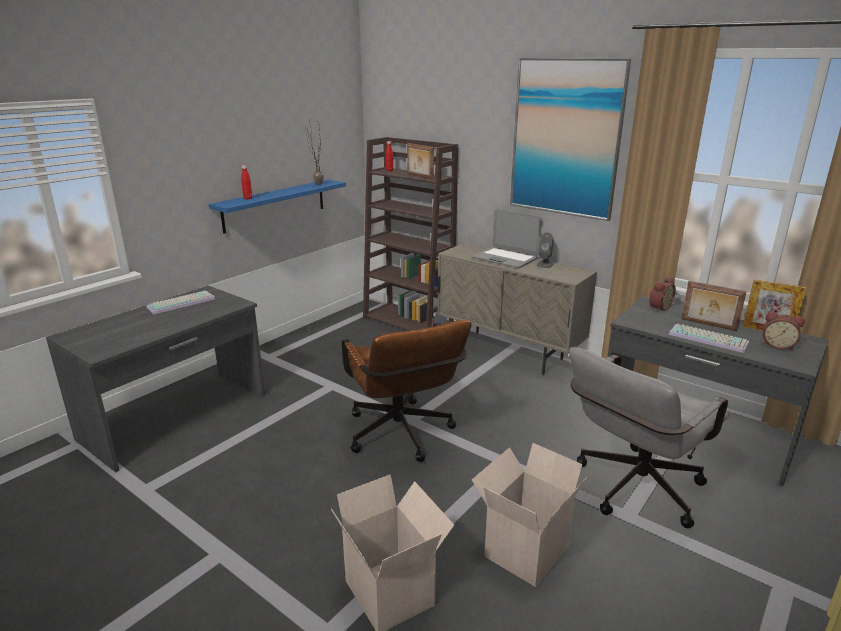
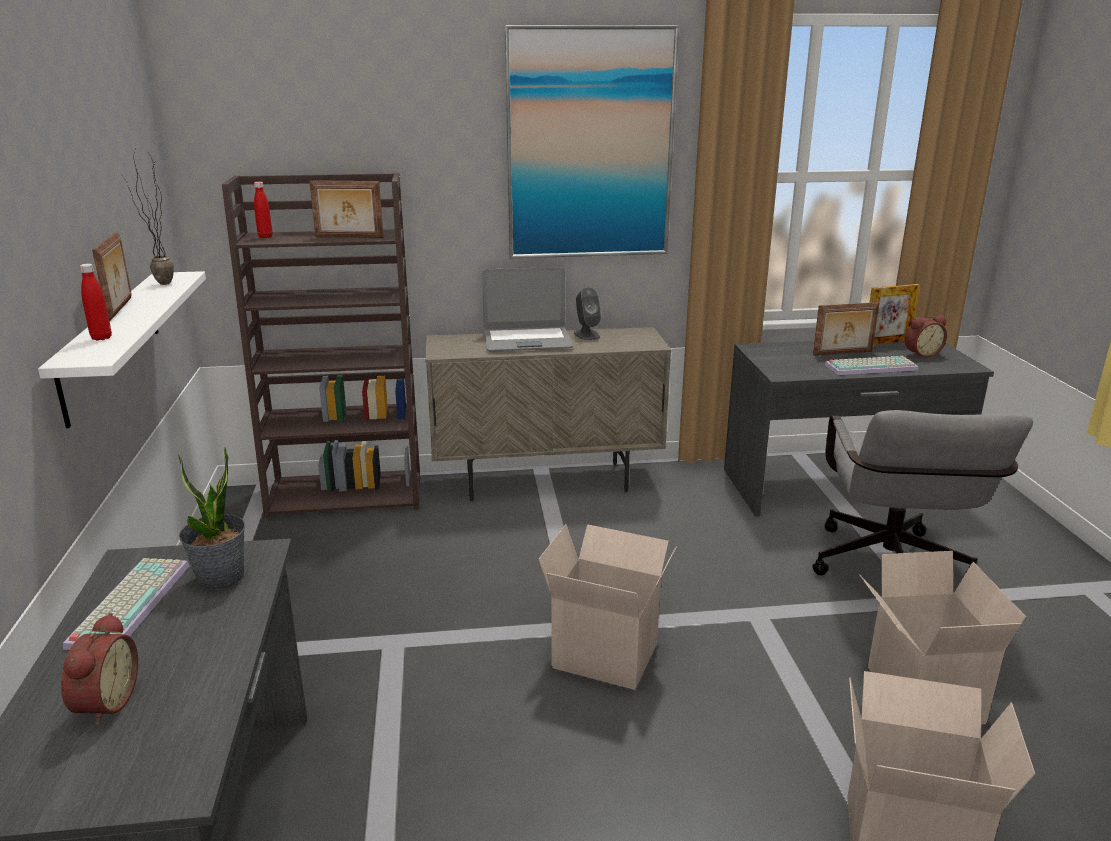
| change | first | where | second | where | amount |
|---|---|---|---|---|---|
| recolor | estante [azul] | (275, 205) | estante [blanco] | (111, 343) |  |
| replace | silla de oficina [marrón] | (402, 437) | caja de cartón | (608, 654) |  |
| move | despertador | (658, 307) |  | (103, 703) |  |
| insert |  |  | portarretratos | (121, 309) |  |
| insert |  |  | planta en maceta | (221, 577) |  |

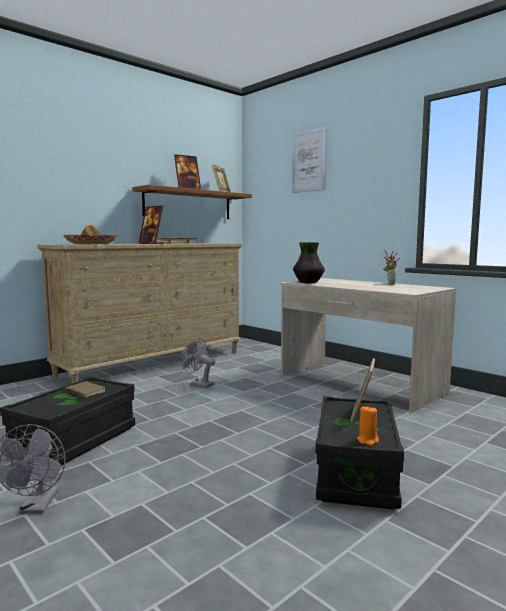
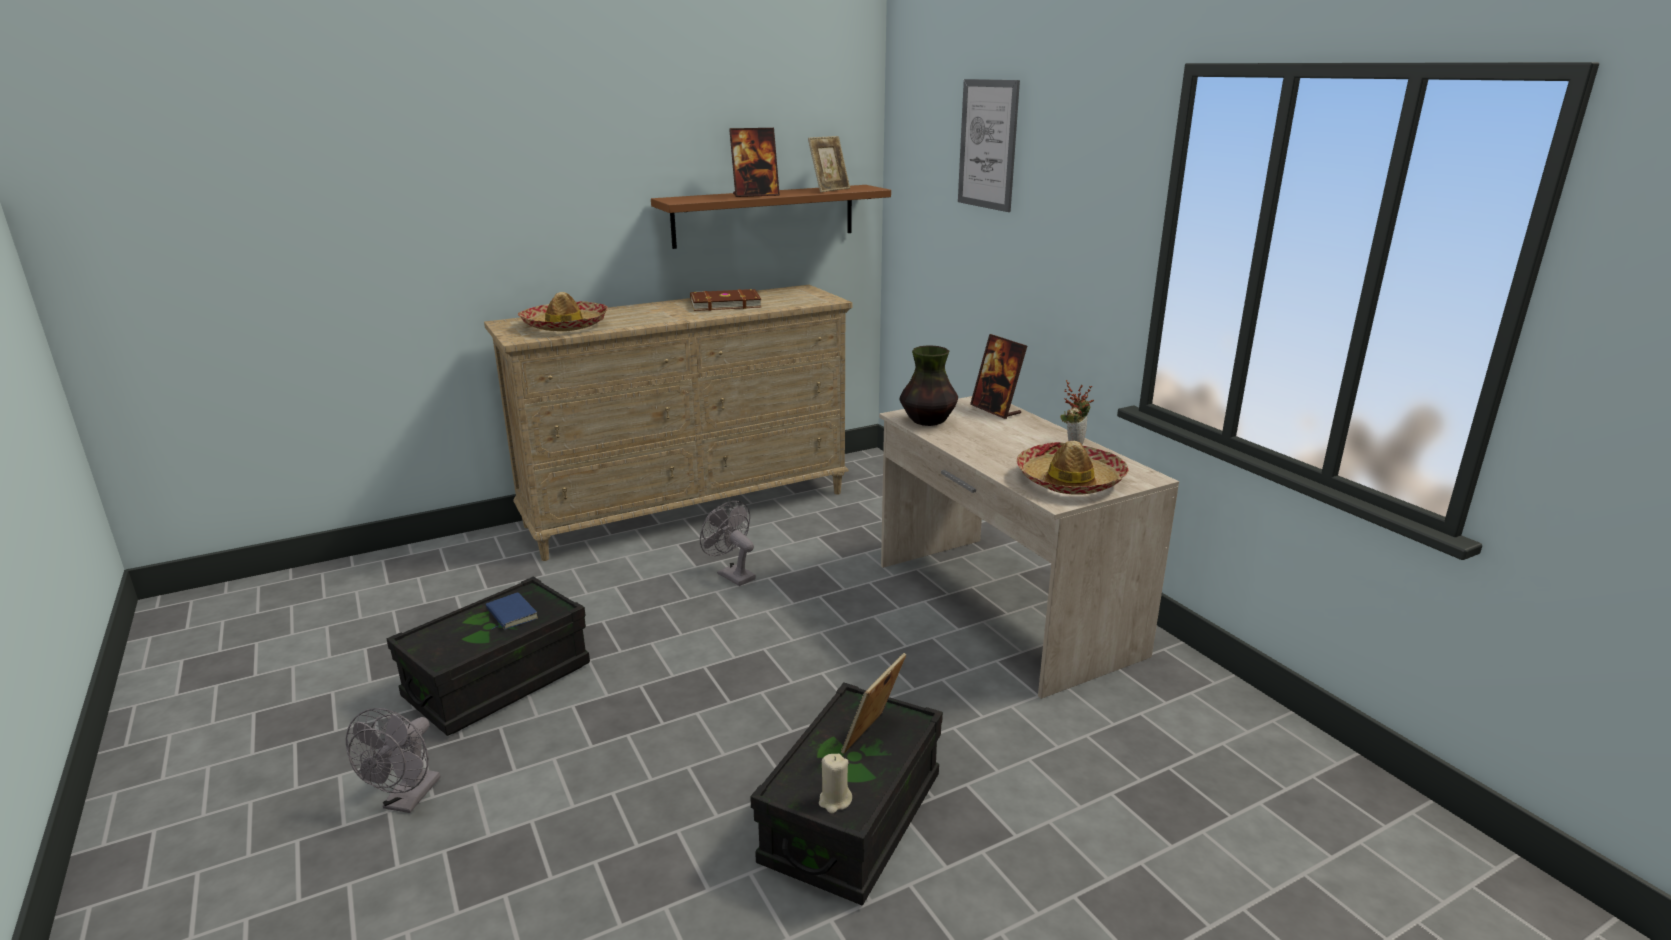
| change | first | where | second | where | amount |
|---|---|---|---|---|---|
| recolor | libro [marrón] | (84, 392) | libro [azul] | (510, 614) |  |
| move | portarretratos | (151, 243) |  | (996, 410) |  |
| recolor | vela [naranja] | (368, 440) | vela [beis] | (834, 801) |  |
| insert |  |  | sombrero | (1070, 481) |  |

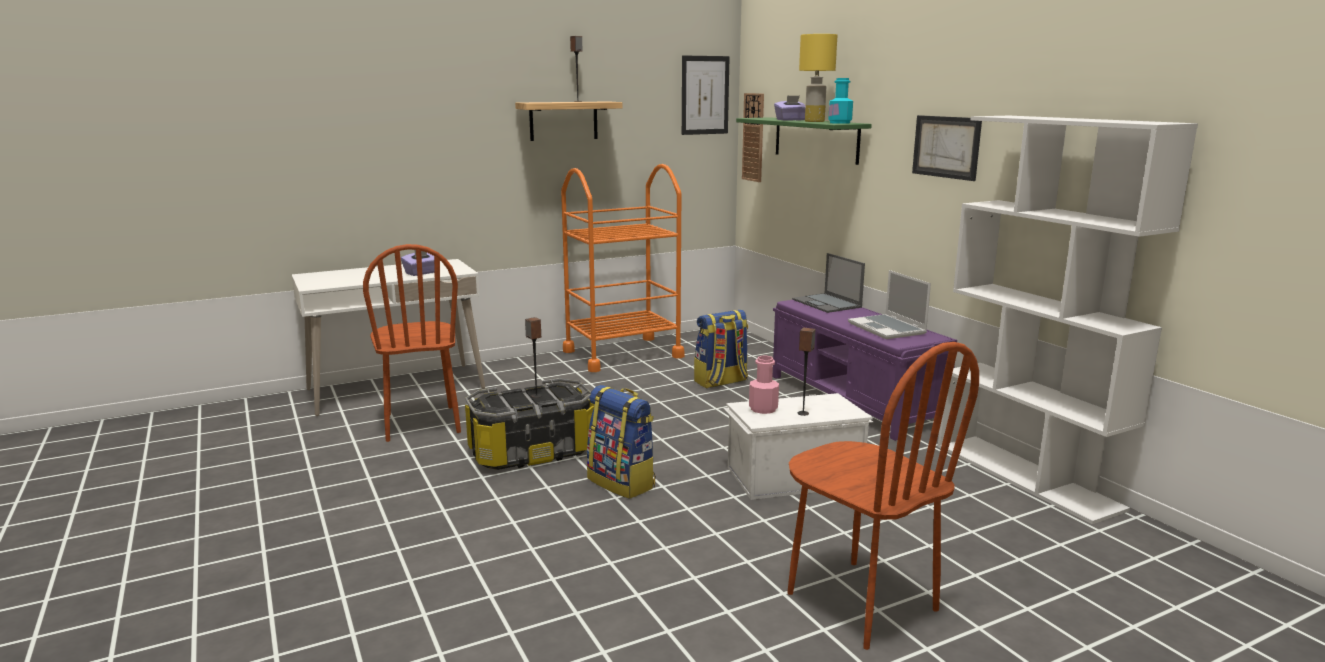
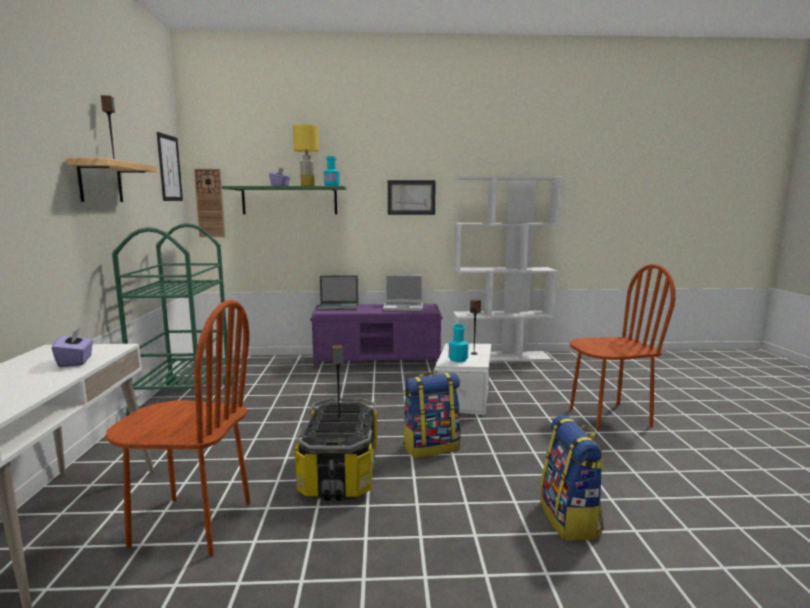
| change | first | where | second | where | amount |
|---|---|---|---|---|---|
| recolor | carrito [naranja] | (622, 354) | carrito [verde] | (185, 399) |  |
| move | mochila | (721, 382) |  | (570, 519) |  |
| recolor | botella [rosa] | (763, 409) | botella [turquesa] | (458, 359) |  |

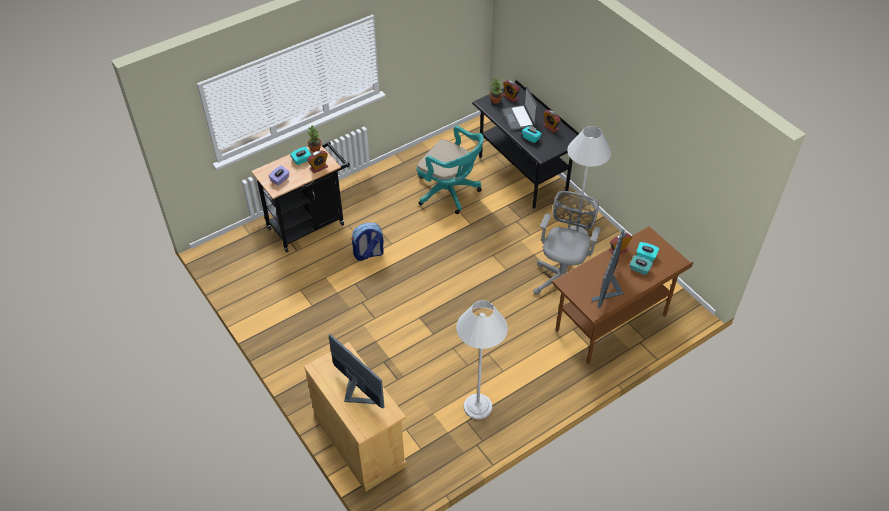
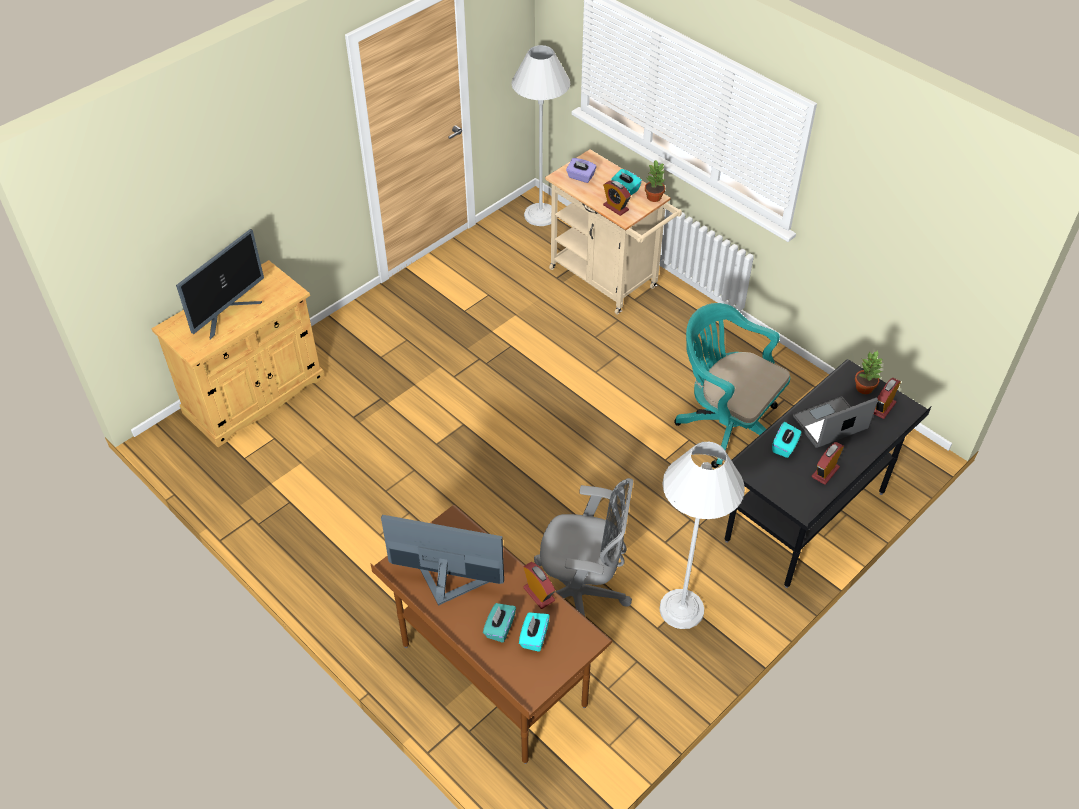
| change | first | where | second | where | amount |
|---|---|---|---|---|---|
| recolor | carrito [negro] | (310, 224) | carrito [beis] | (608, 281) |  |
| delete | mochila | (368, 254) |  |  |  |
| rotate | silla de oficina [turquesa] | (450, 192) |  | (725, 425) | 105 degrees clockwise |
| move | lámpara de pie [blanco] | (477, 406) |  | (540, 215) |  |

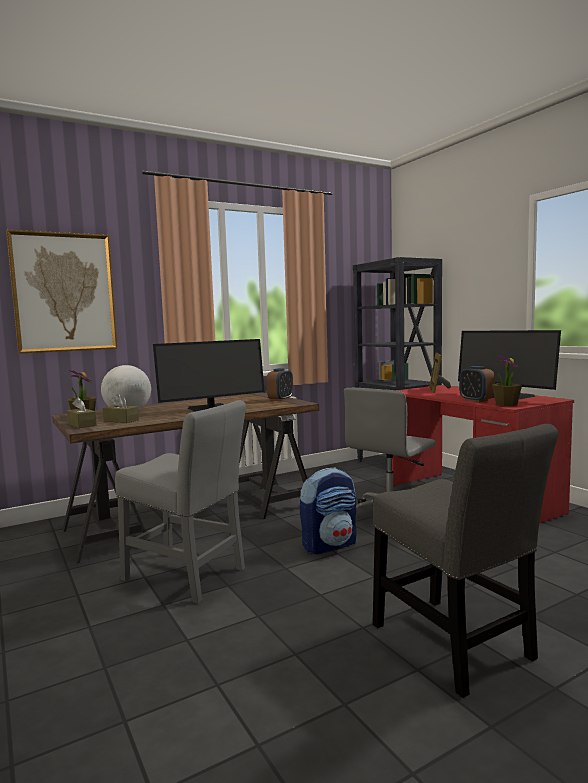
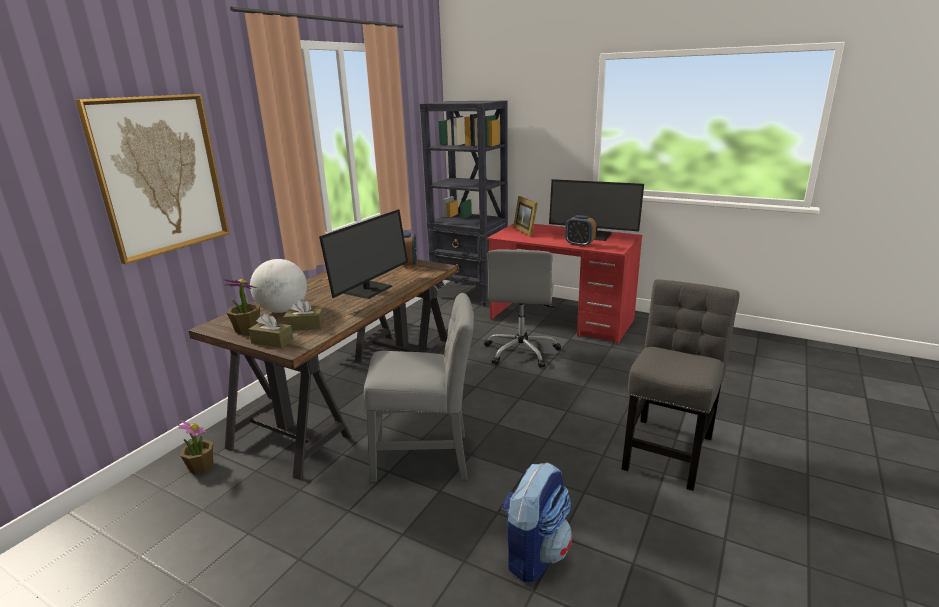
| change | first | where | second | where | amount |
|---|---|---|---|---|---|
| move | mochila | (330, 545) |  | (535, 553) |  |
| rotate | silla [gris] | (455, 646) |  | (668, 448) | 90 degrees counterclockwise |
| move | planta en maceta | (506, 404) |  | (201, 466) |  |

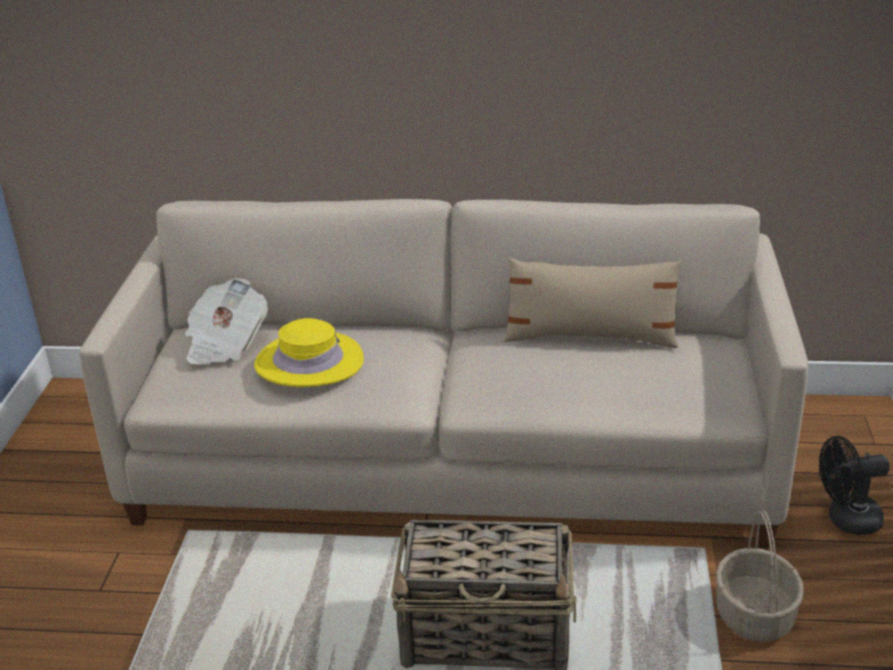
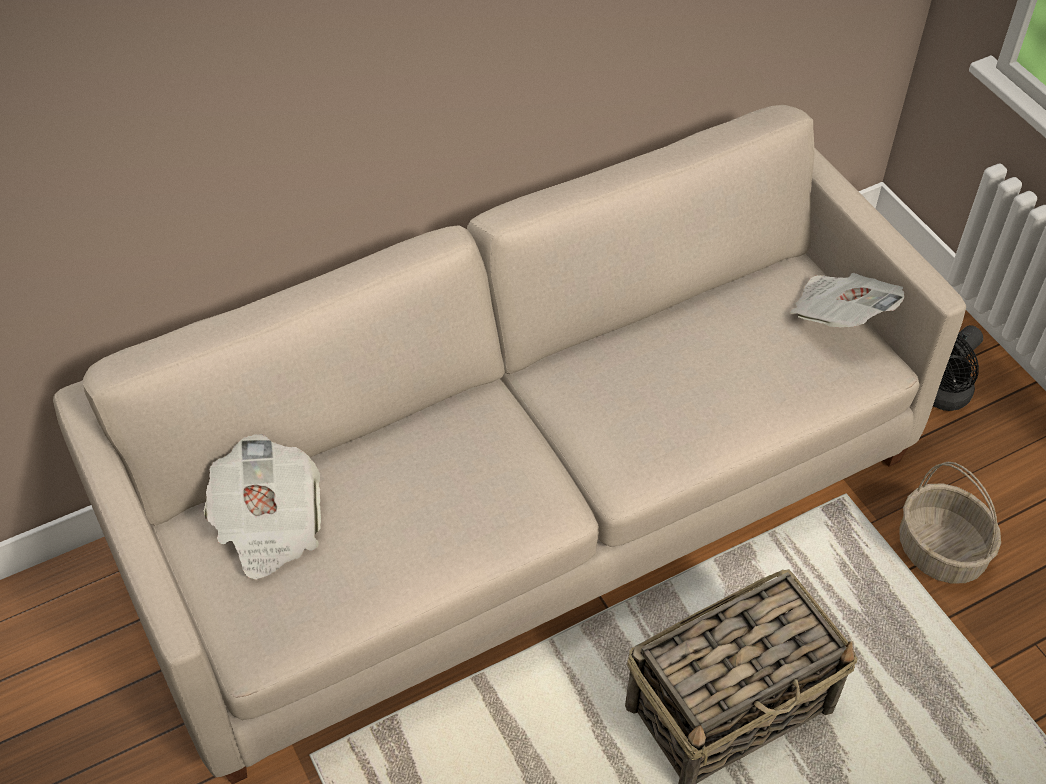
| change | first | where | second | where | amount |
|---|---|---|---|---|---|
| delete | sombrero [amarillo] | (309, 362) |  |  |  |
| delete | cojín [beis] | (590, 337) |  |  |  |
| insert |  |  | periódico | (841, 315) |  |

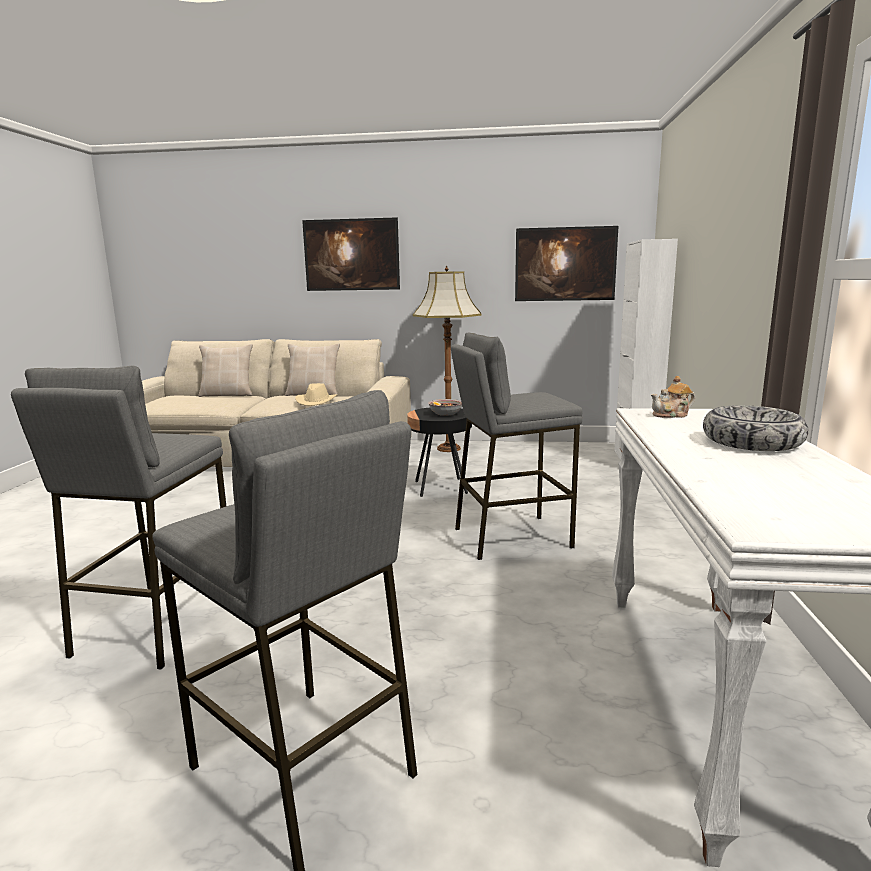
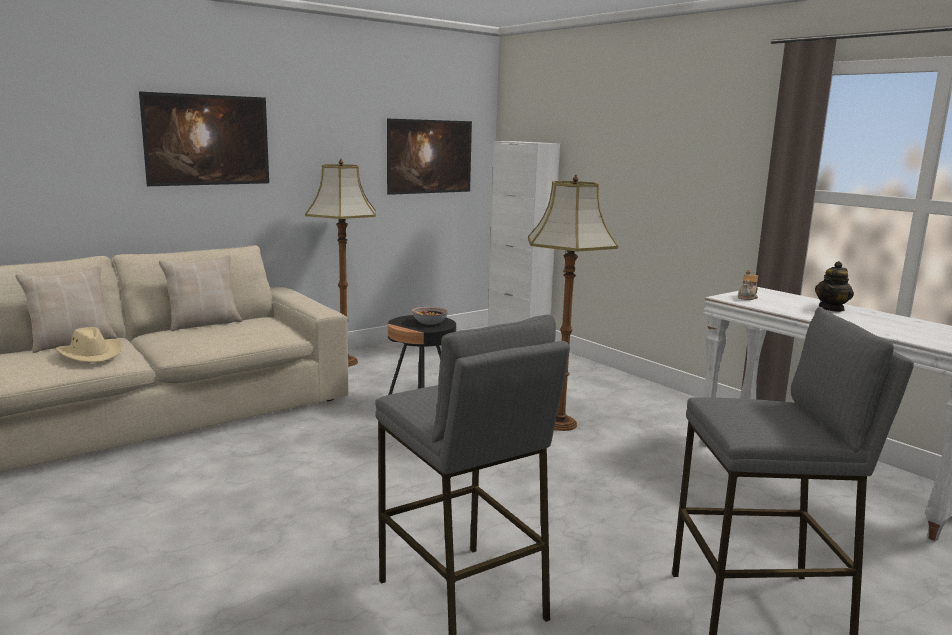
| change | first | where | second | where | amount |
|---|---|---|---|---|---|
| move | sombrero [beis] | (316, 402) |  | (91, 354) |  |
| replace | taburete [gris] | (511, 537) | lámpara de pie | (560, 424) |  |
| replace | cuenco | (752, 442) | tetera | (832, 308) |  |

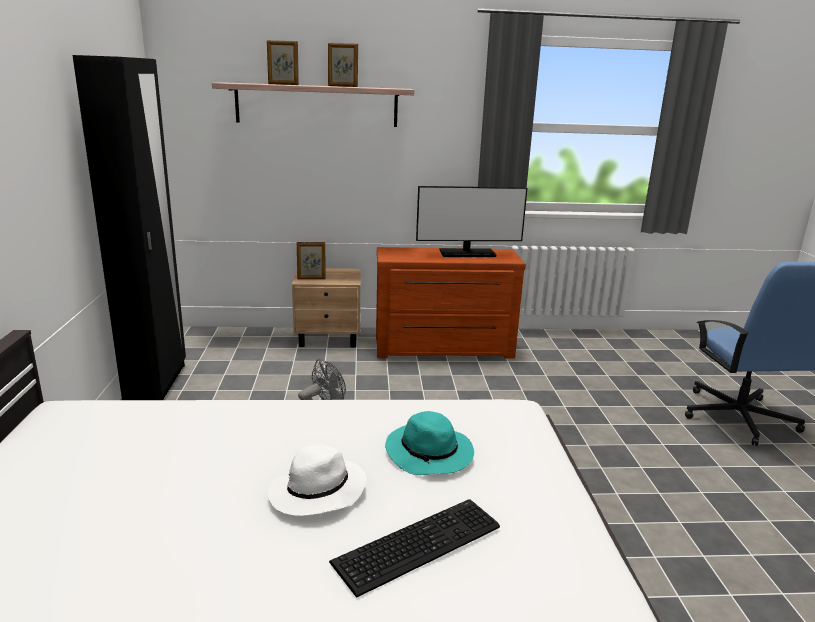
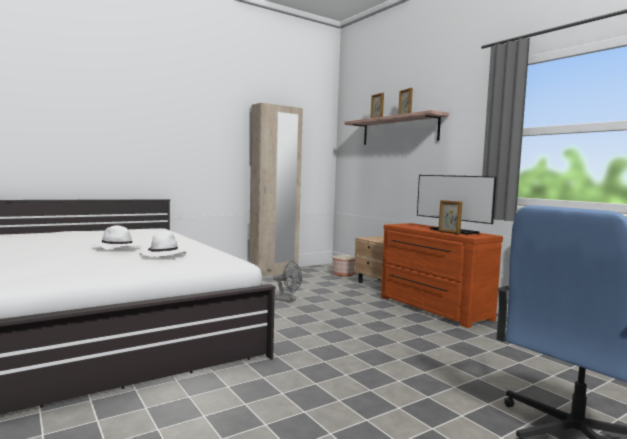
| change | first | where | second | where | amount |
|---|---|---|---|---|---|
| recolor | armario ropero [negro] | (157, 384) | armario ropero [beis] | (273, 272) |  |
| move | portarretratos | (311, 279) |  | (448, 233) |  |
| delete | teclado | (414, 543) |  |  |  |
| recolor | sombrero [turquesa] | (430, 454) | sombrero [blanco] | (164, 255) |  |
| insert |  |  | maceta | (343, 274) |  |

